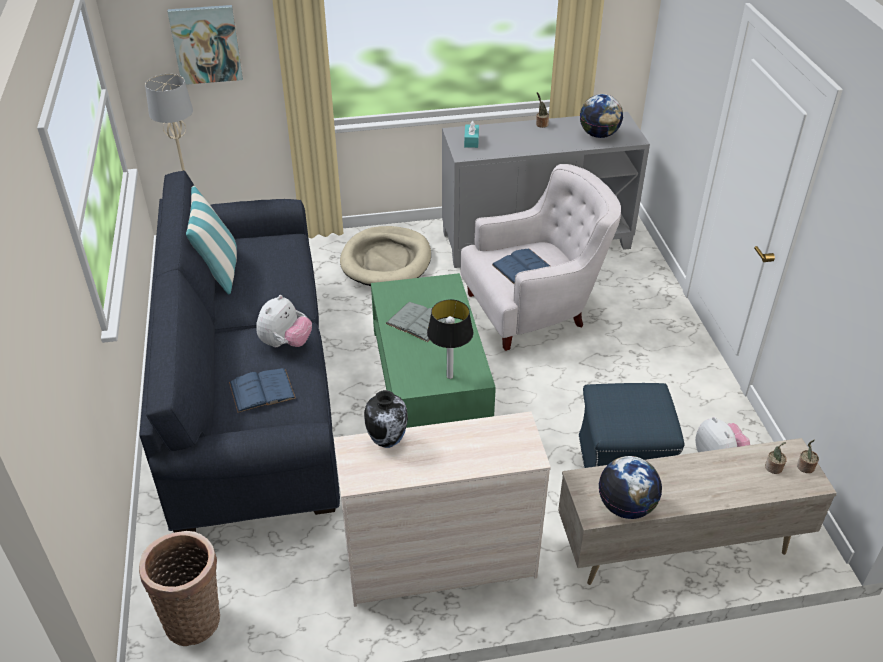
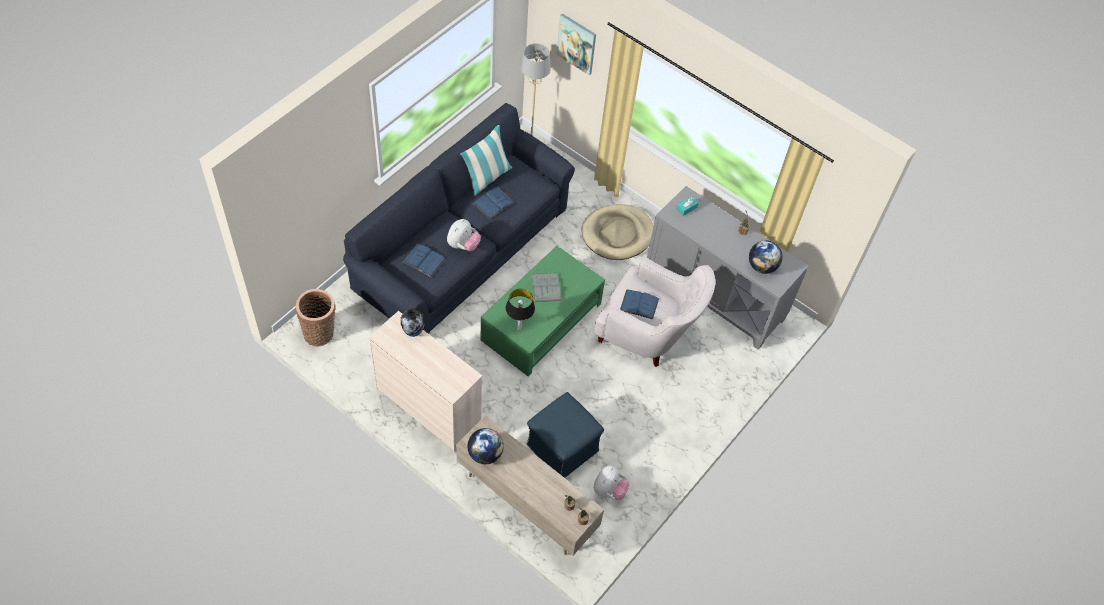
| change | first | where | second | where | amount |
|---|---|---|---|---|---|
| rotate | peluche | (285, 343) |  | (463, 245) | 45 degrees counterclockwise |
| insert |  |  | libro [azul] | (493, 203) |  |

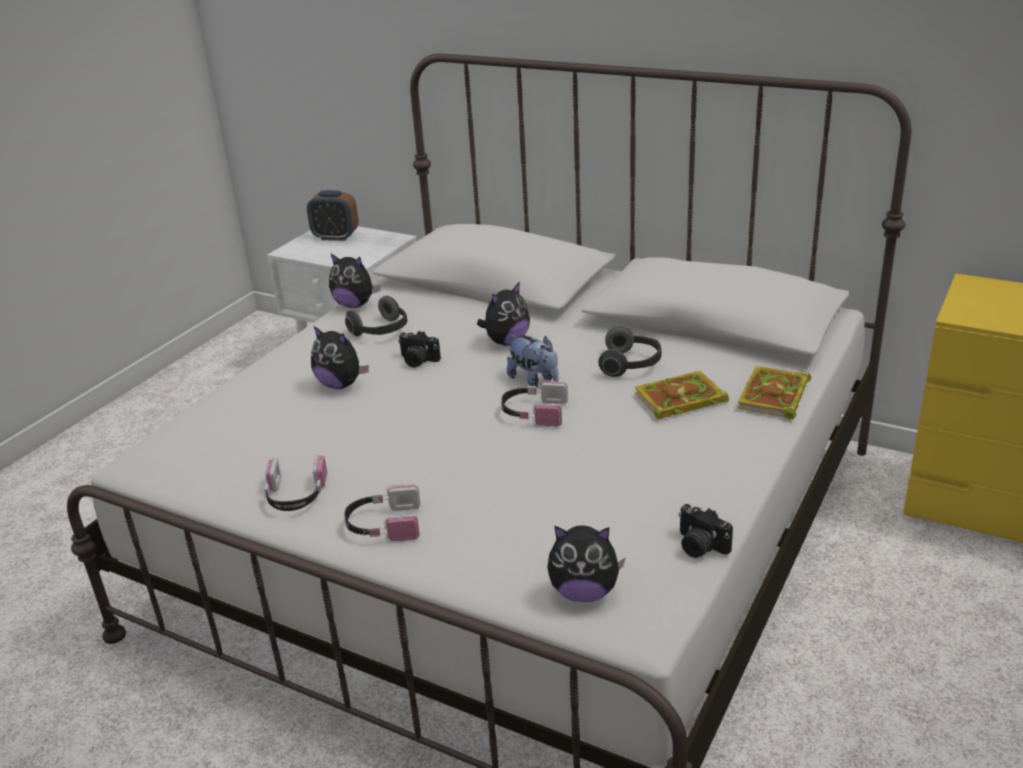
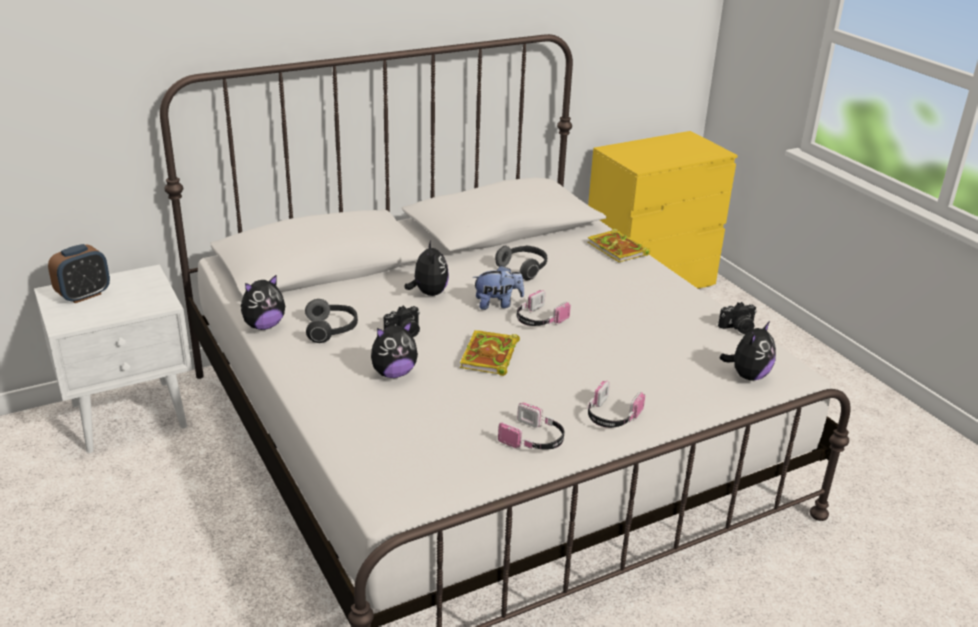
| change | first | where | second | where | amount |
|---|---|---|---|---|---|
| move | libro | (678, 400) |  | (490, 357) |  |

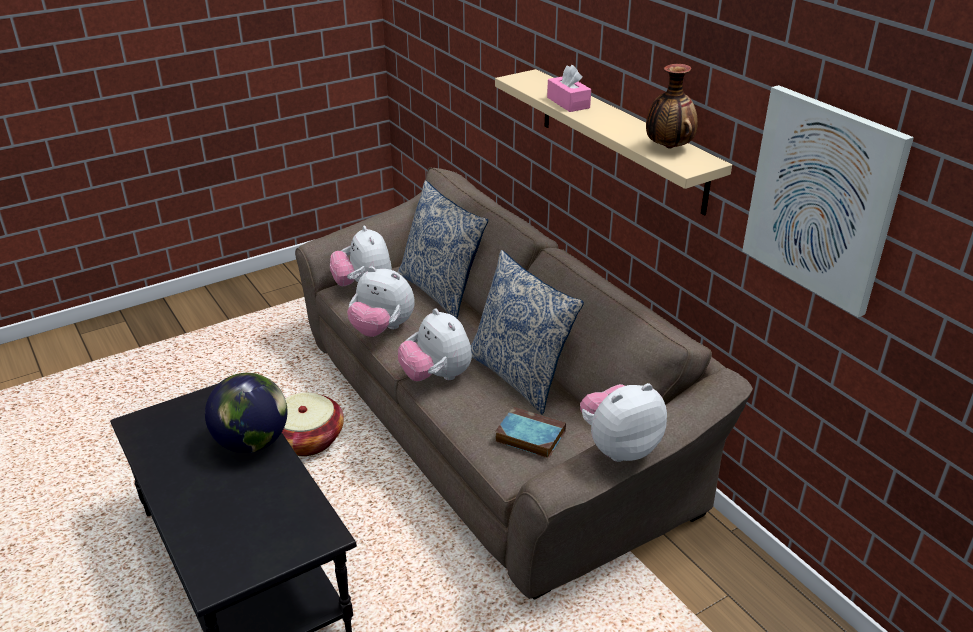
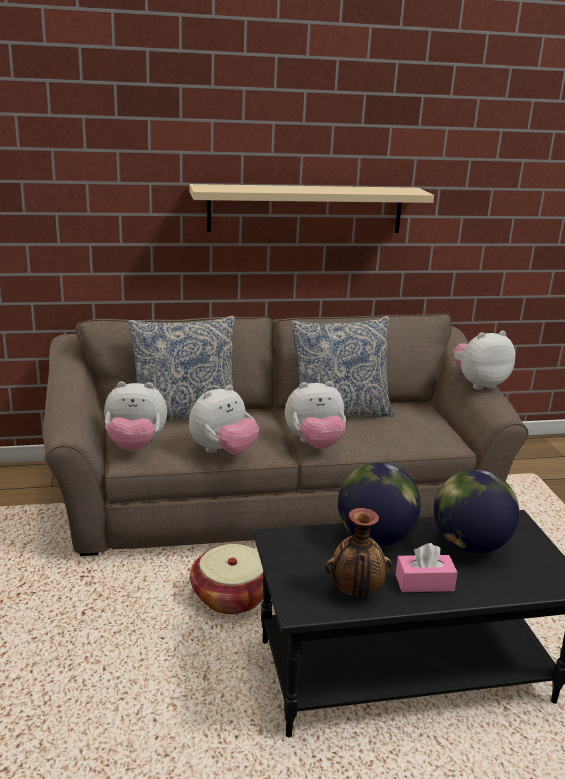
| change | first | where | second | where | amount |
|---|---|---|---|---|---|
| delete | libro | (528, 436) |  |  |  |
| move | caja de pañuelos [rosa] | (568, 103) |  | (424, 583) |  |
| rotate | peluche | (619, 447) |  | (478, 384) | 75 degrees clockwise |
| move | florero | (668, 148) |  | (356, 592) |  |
| delete | cuadro | (822, 199) |  |  |  |
| insert |  |  | globo terráqueo | (469, 545) |  |

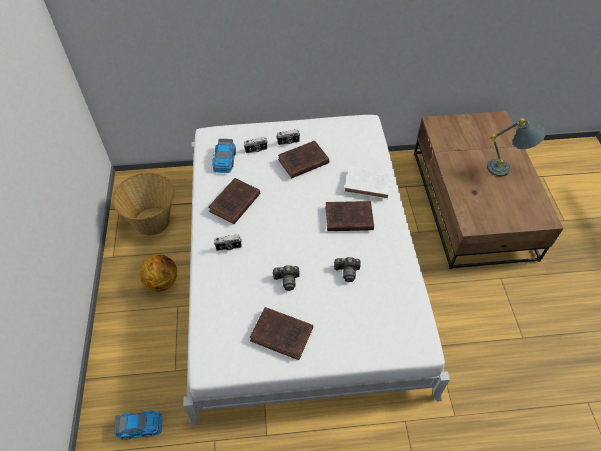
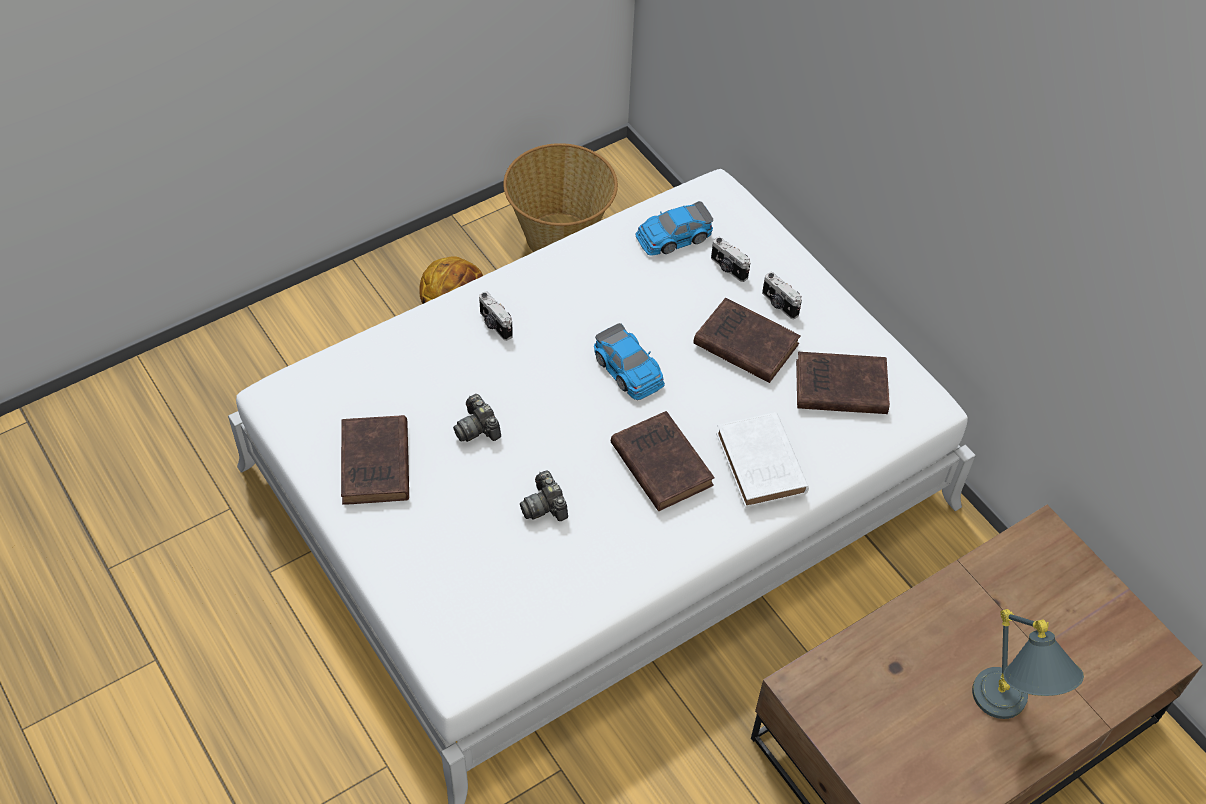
| change | first | where | second | where | amount |
|---|---|---|---|---|---|
| move | coche de juguete | (140, 426) |  | (628, 370) |  |
| move | libro [marrón] | (234, 204) |  | (838, 387) |  |

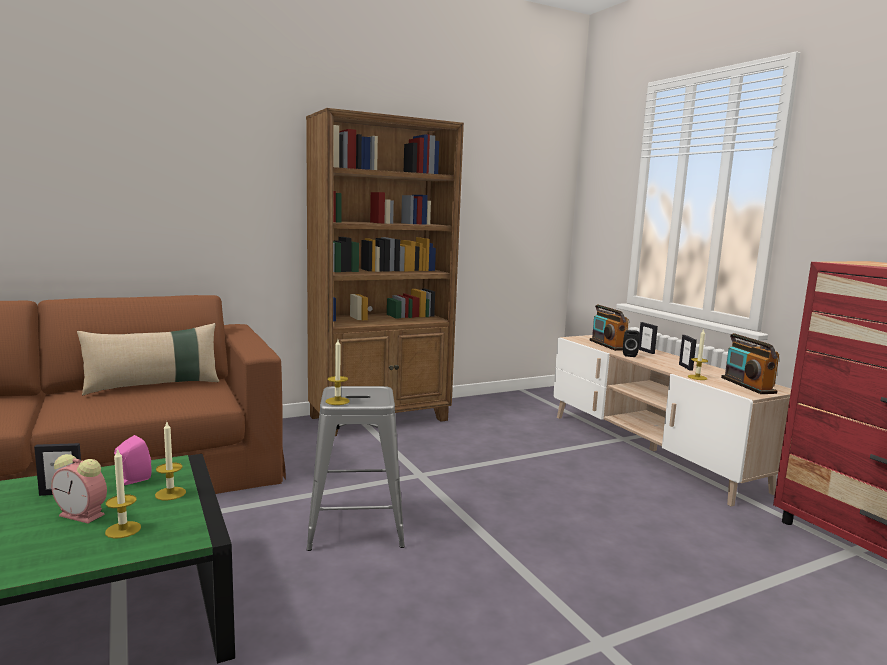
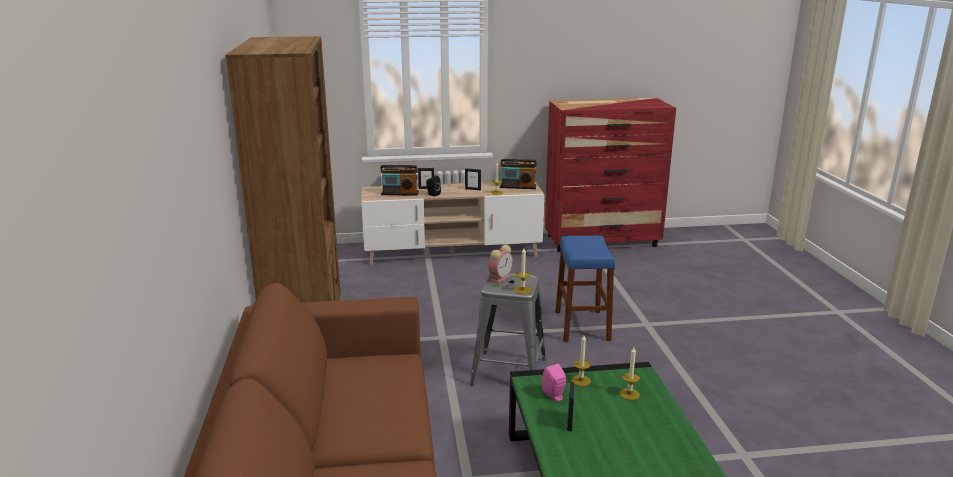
| change | first | where | second | where | amount |
|---|---|---|---|---|---|
| move | despertador | (83, 515) |  | (500, 278) |  |
| delete | cojín [beis] | (154, 386) |  |  |  |
| insert |  |  | taburete [azul] | (582, 325) |  |

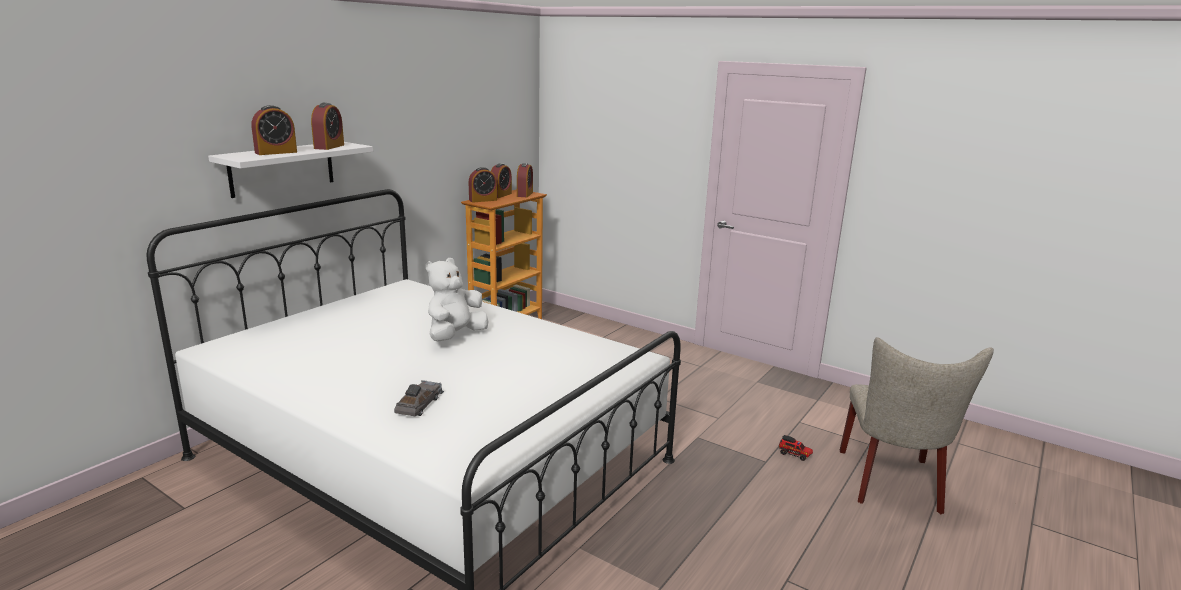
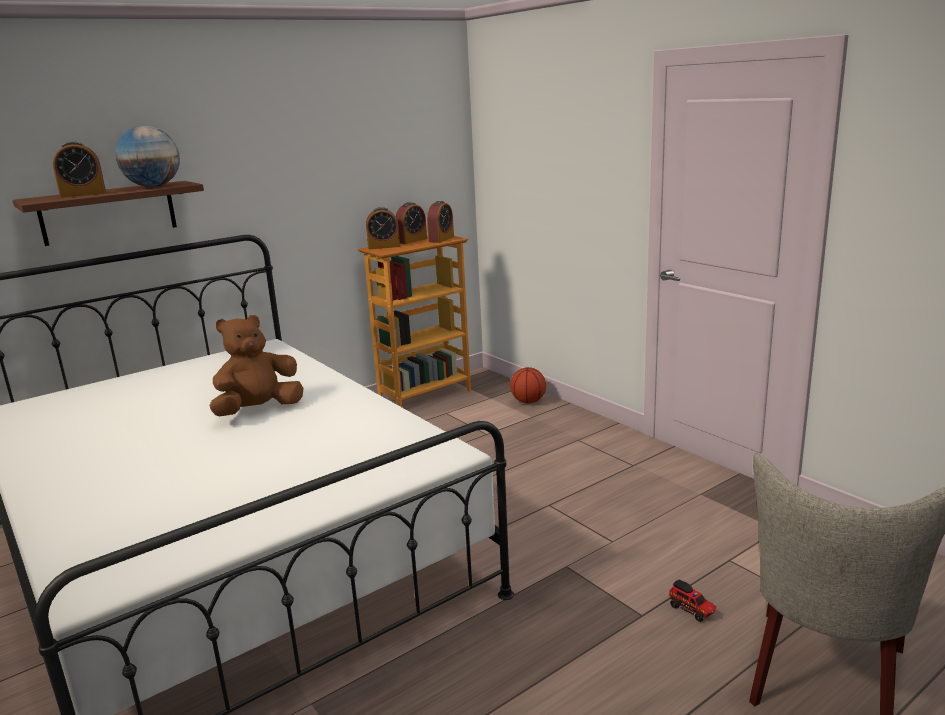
| change | first | where | second | where | amount |
|---|---|---|---|---|---|
| recolor | estante [blanco] | (282, 168) | estante [marrón] | (108, 213) |  |
| replace | despertador | (329, 147) | globo terráqueo | (153, 186) |  |
| delete | coche de juguete [gris] | (420, 404) |  |  |  |
| recolor | peluche [blanco] | (455, 336) | peluche [marrón] | (258, 410) |  |
| insert |  |  | balón de baloncesto | (528, 402) |  |

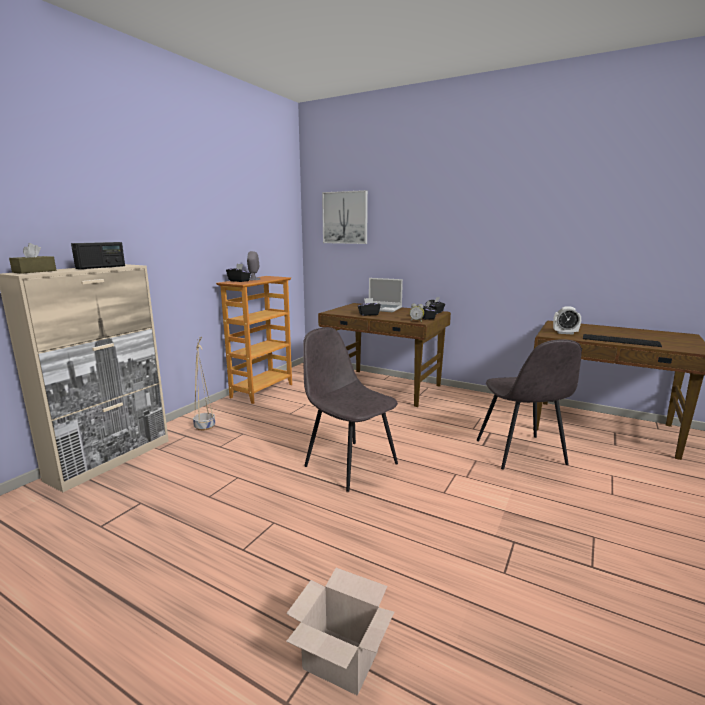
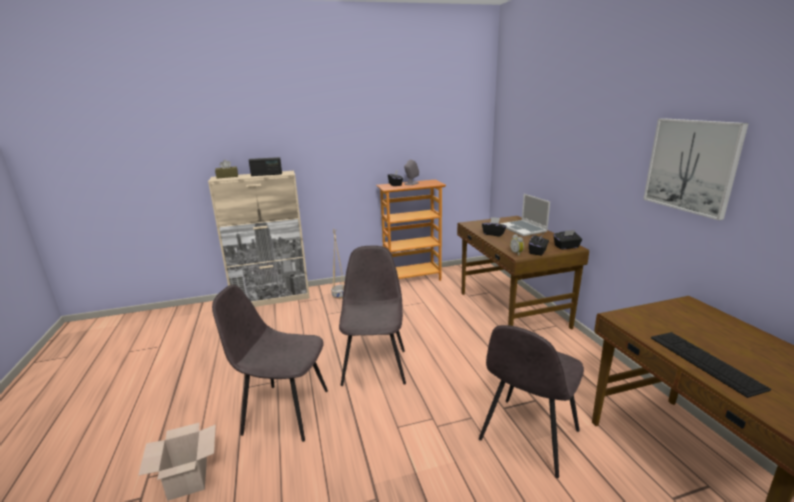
| change | first | where | second | where | amount |
|---|---|---|---|---|---|
| move | cuadro | (345, 217) |  | (691, 166) |  |
| delete | despertador | (565, 333) |  |  |  |
| insert |  |  | silla [gris] | (284, 411) |  |

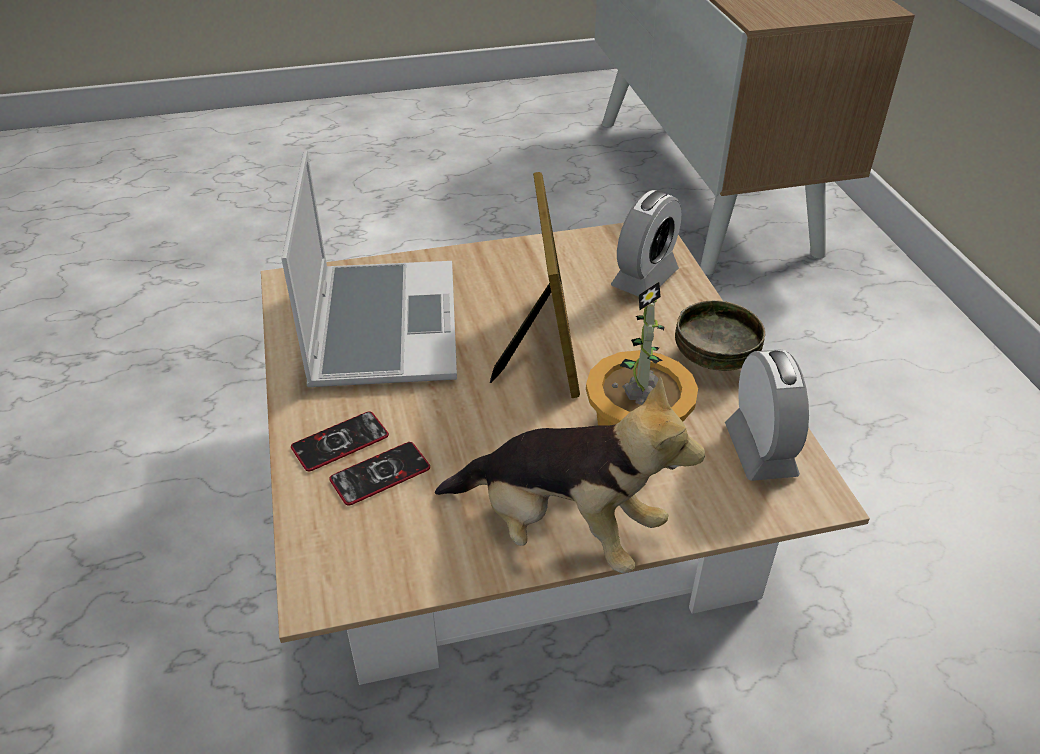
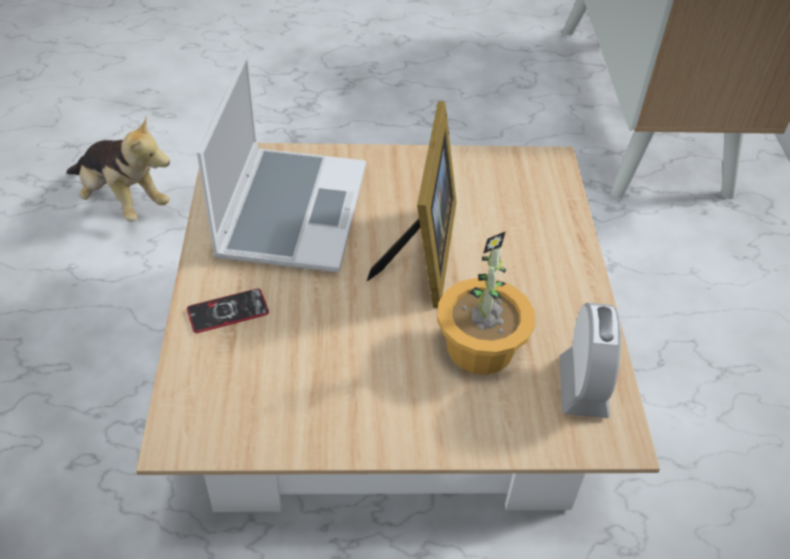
| change | first | where | second | where | amount |
|---|---|---|---|---|---|
| delete | móvil | (380, 474) |  |  |  |
| move | peluche | (562, 529) |  | (122, 201) |  |
| delete | despertador | (644, 278) |  |  |  |
| delete | cuenco | (713, 359) |  |  |  |

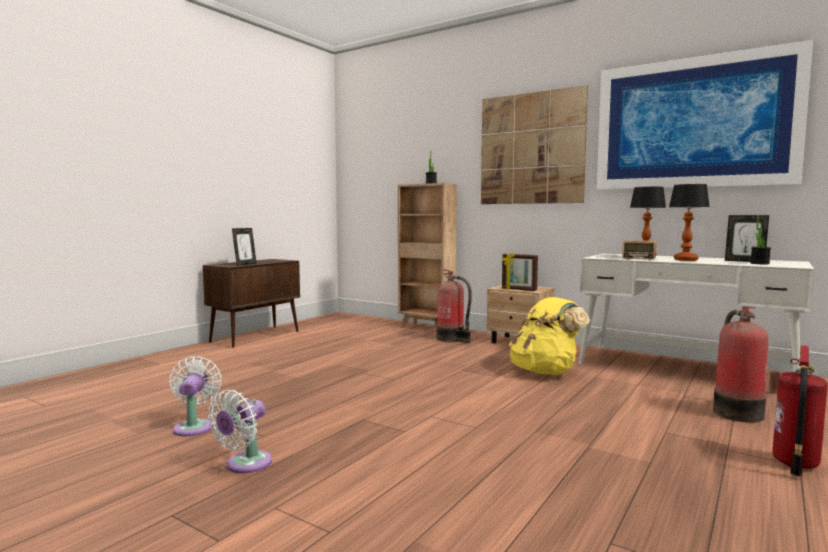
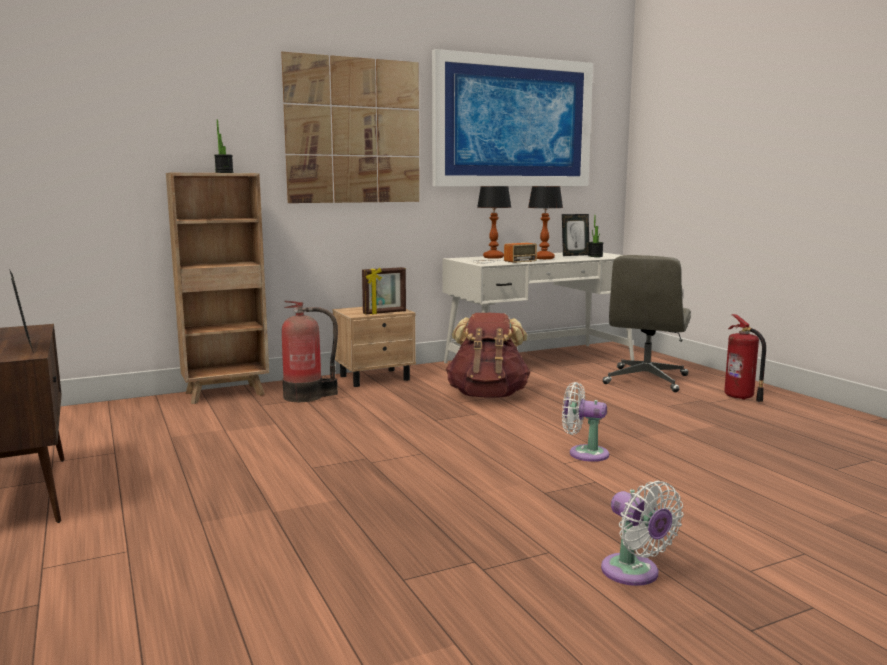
| change | first | where | second | where | amount |
|---|---|---|---|---|---|
| move | ventilador [blanco] | (194, 426) |  | (584, 453) |  |
| recolor | mochila [amarillo] | (545, 372) | mochila [marrón] | (488, 395) |  |
| replace | extintor | (736, 412) | silla de oficina [gris] | (646, 380) |  |

